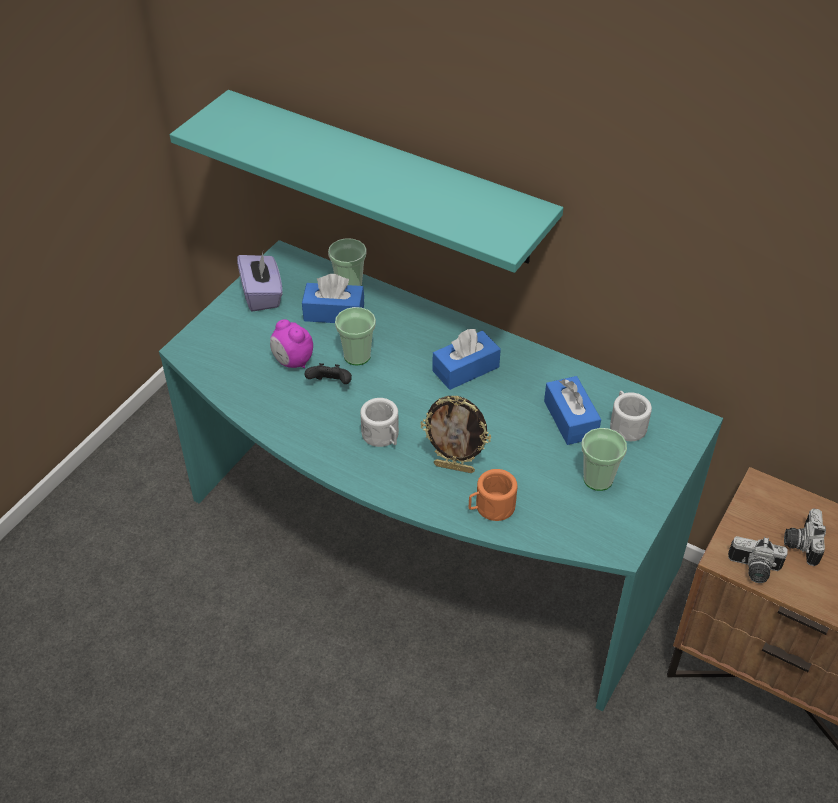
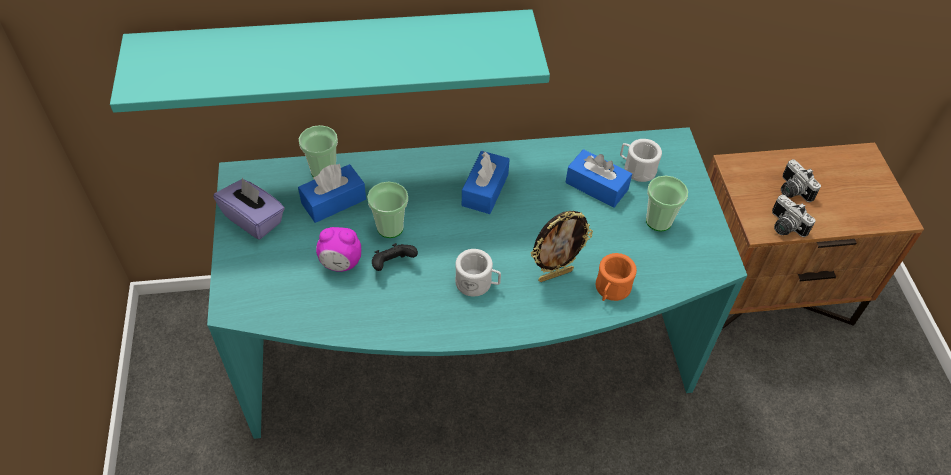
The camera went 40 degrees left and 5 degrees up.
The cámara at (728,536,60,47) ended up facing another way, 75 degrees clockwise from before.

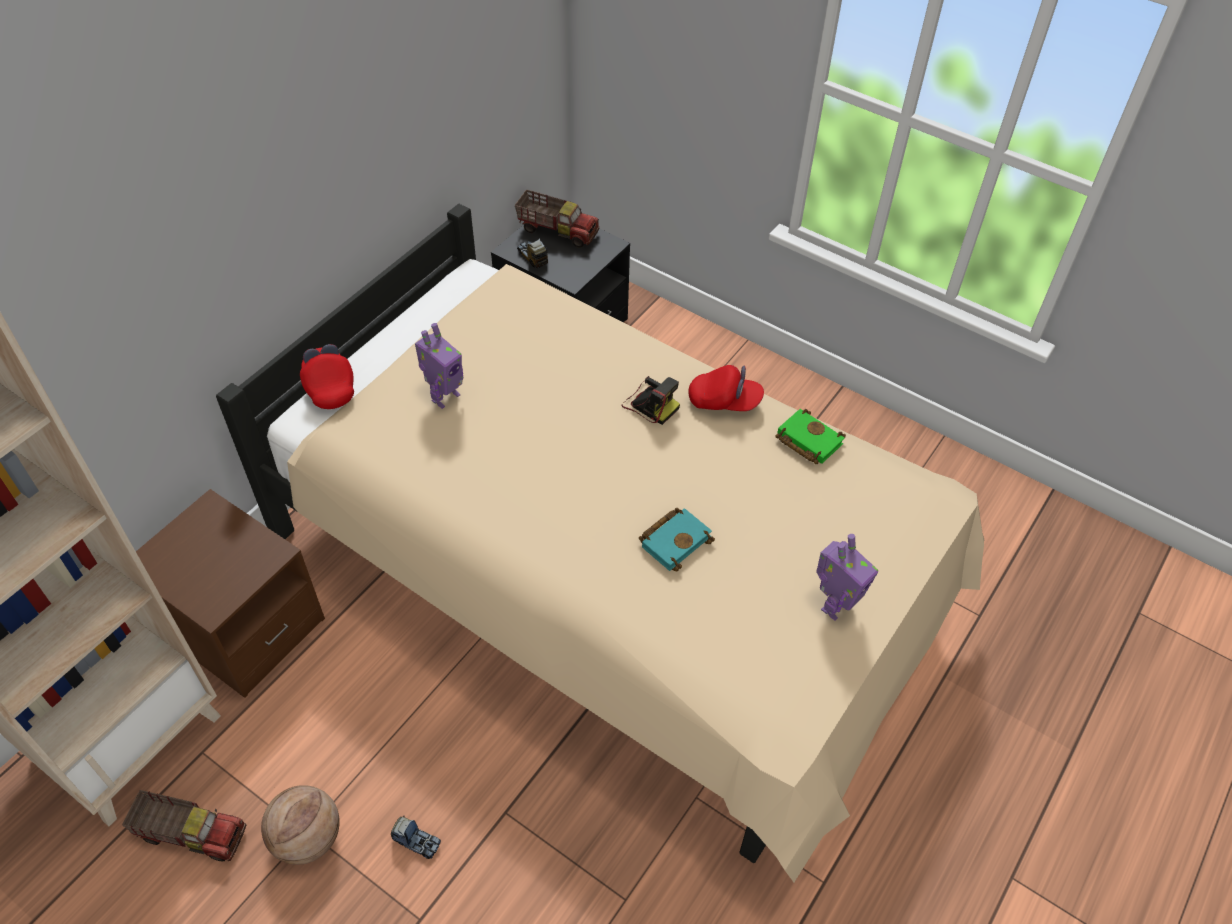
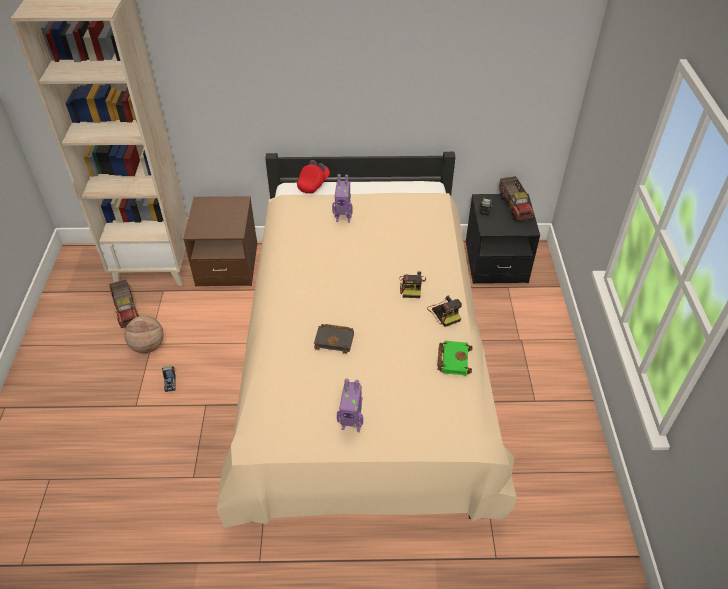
The camera went 55 degrees right and 5 degrees down.
Where the gorra/rojo stood at (689,365,75,46), the cámara came to stand at (427,295,35,32).
What was the libro/turquesa at (639,508,76,63) turned into the libro/negro at (314,324,40,30).

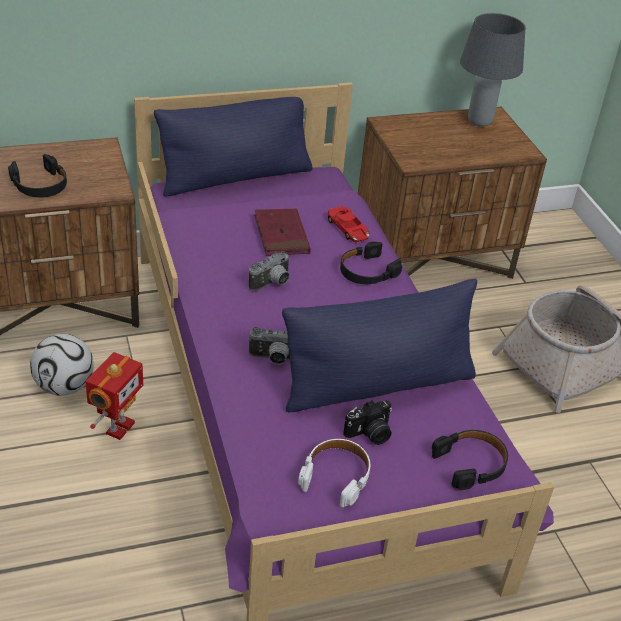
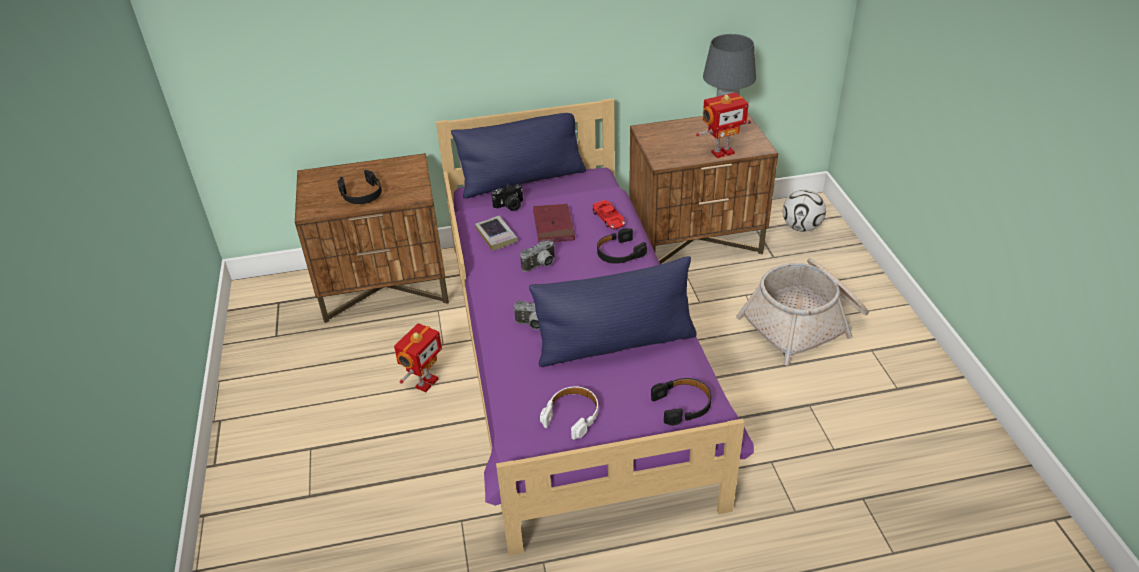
The camera went 10 degrees right and 0 degrees up.
The second view gained the libro at (475,216,43,35).
The second view gained the robot de juguete at (696,92,55,66).
The balón de fútbol ended up elsewhere, having gone from (30,334,64,62) to (783,190,43,42).
The cámara ended up elsewhere, having gone from (343,400,49,45) to (492,184,31,27).

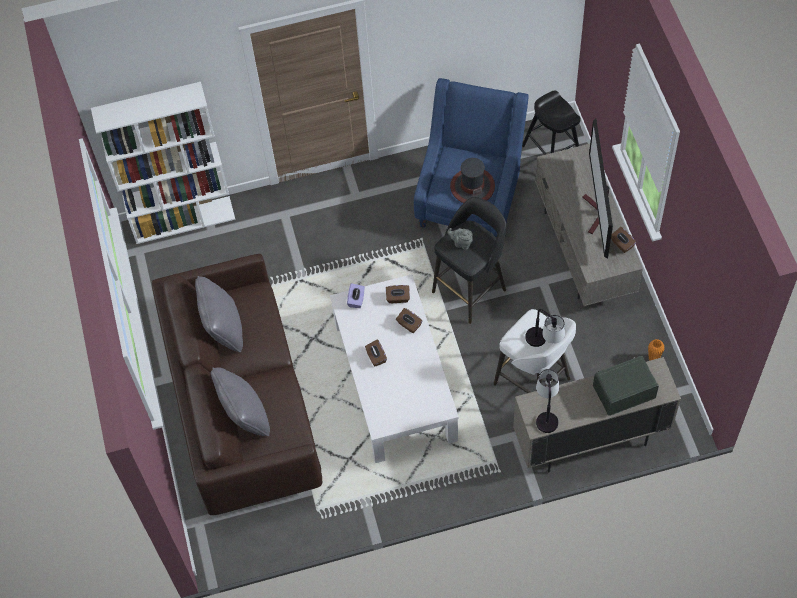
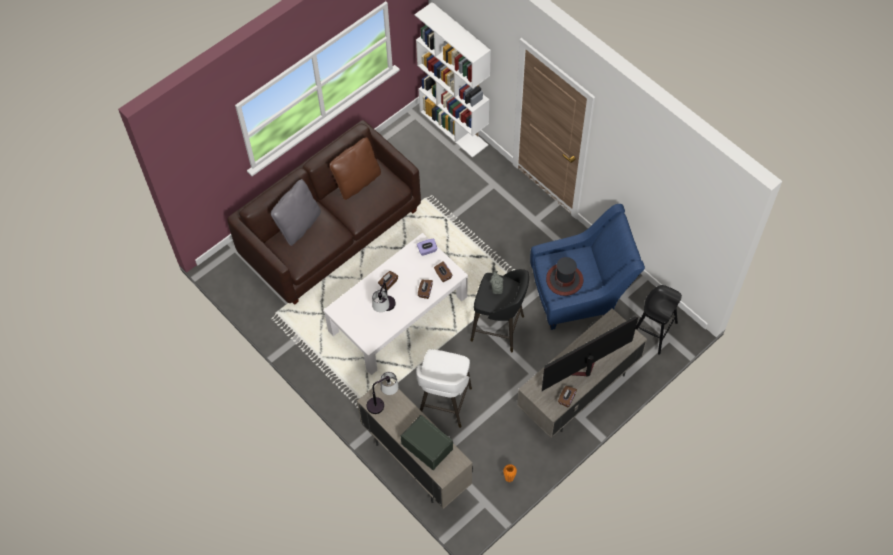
The camera went 60 degrees right and 0 degrees up.
The lámpara de mesa ended up elsewhere, having gone from (525,309,40,38) to (372,282,24,30).
What was the cojín/gris at (195,276,48,76) turned into the cojín/marrón at (329,137,52,63).

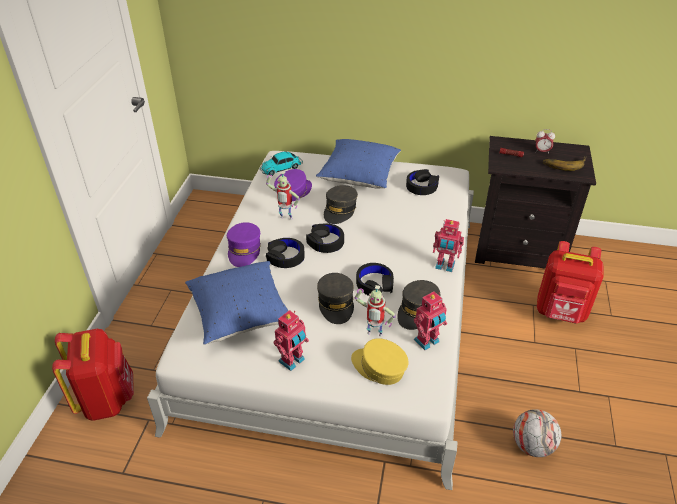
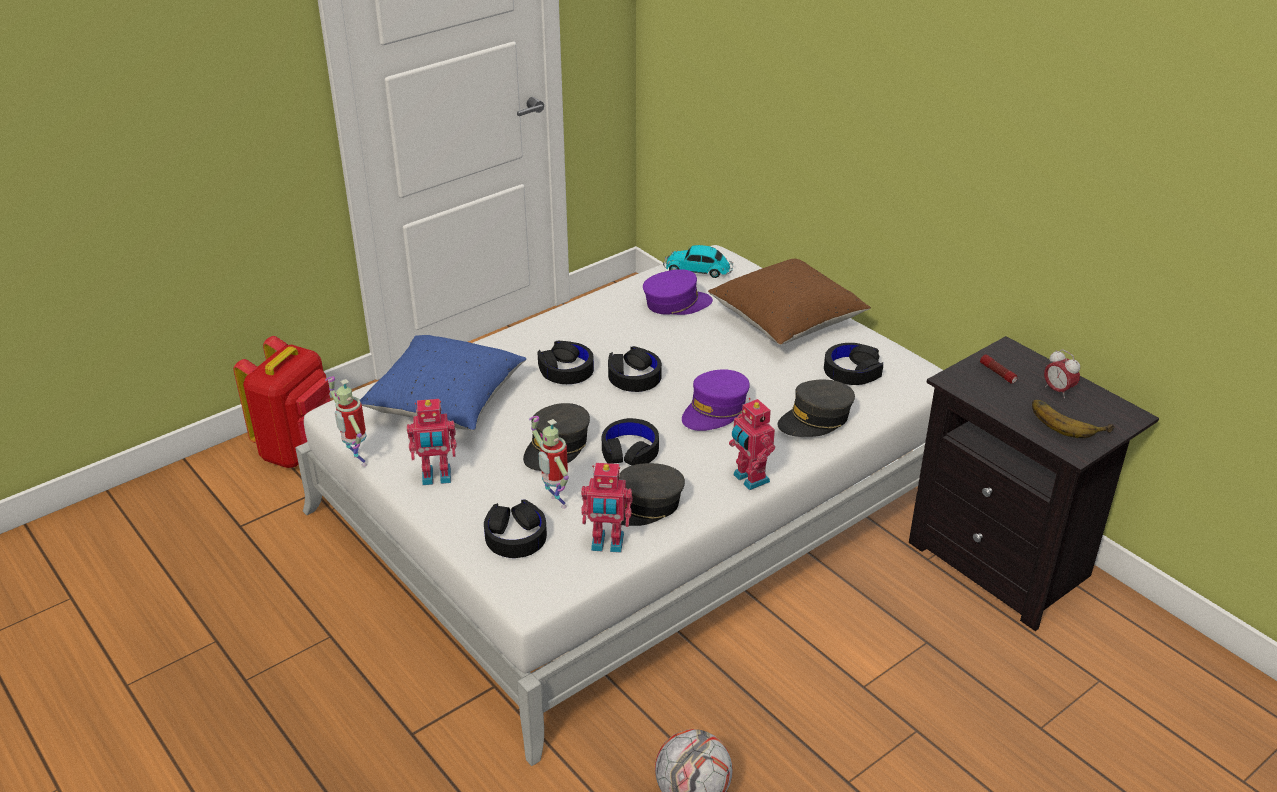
The camera went 40 degrees right and 5 degrees down.
The second view lost the mochila/rojo at (537,241,66,83).
The gorra/morado ended up elsewhere, having gone from (227,222,34,45) to (682,369,68,62).
The robot de juguete ended up elsewhere, having gone from (266,171,34,49) to (325,377,42,90).
The gorra/gris ended up elsewhere, having gone from (324,185,34,39) to (778,380,77,57).
Where the gorra/amarillo stood at (351,338,58,47), the auriculares/negro came to stand at (484,500,63,58).
What was the cojín/azul at (316,139,85,49) turned into the cojín/marrón at (708,259,163,86).

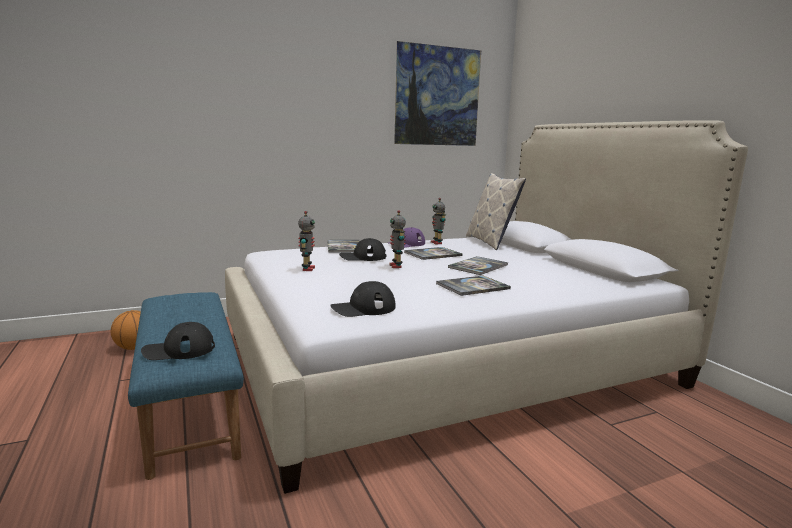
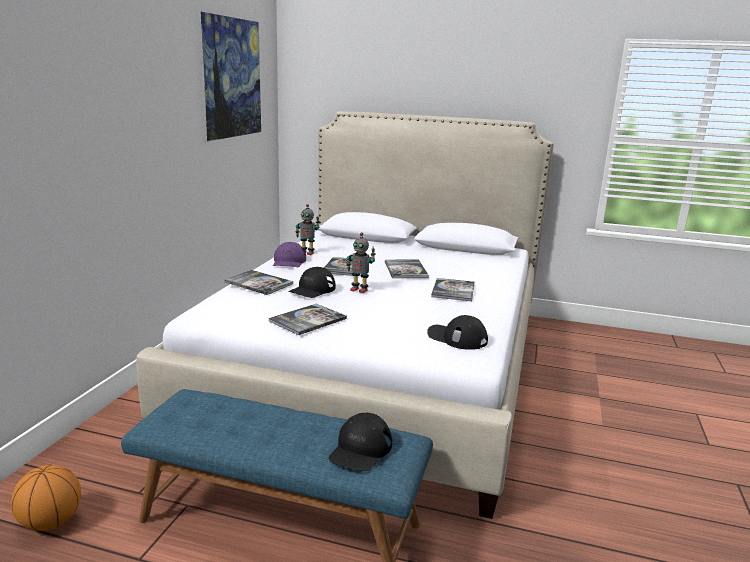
The camera went 50 degrees left and 5 degrees up.
The second view lost the cojín at (466,173,60,77).
Where the robot de juguete stood at (298,211,17,60), the libro came to stand at (268,304,79,31).
The gorra/negro at (330,281,66,36) ended up facing another way, 105 degrees clockwise from before.

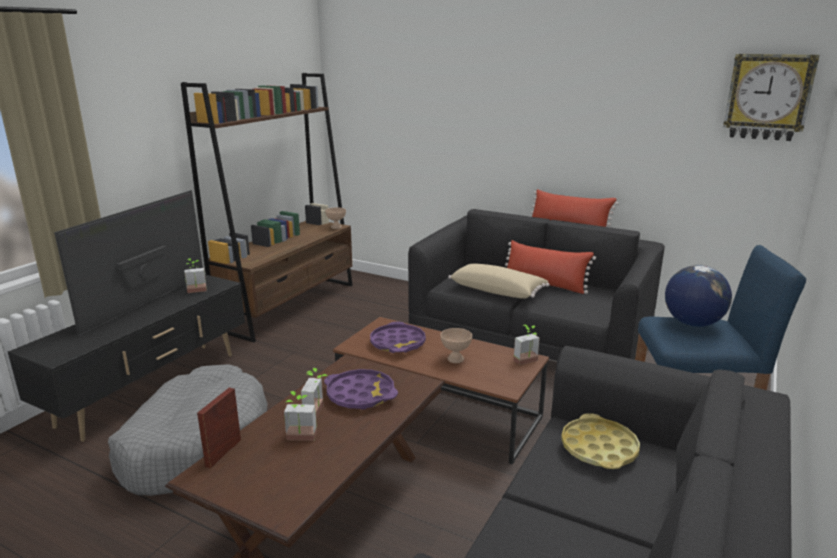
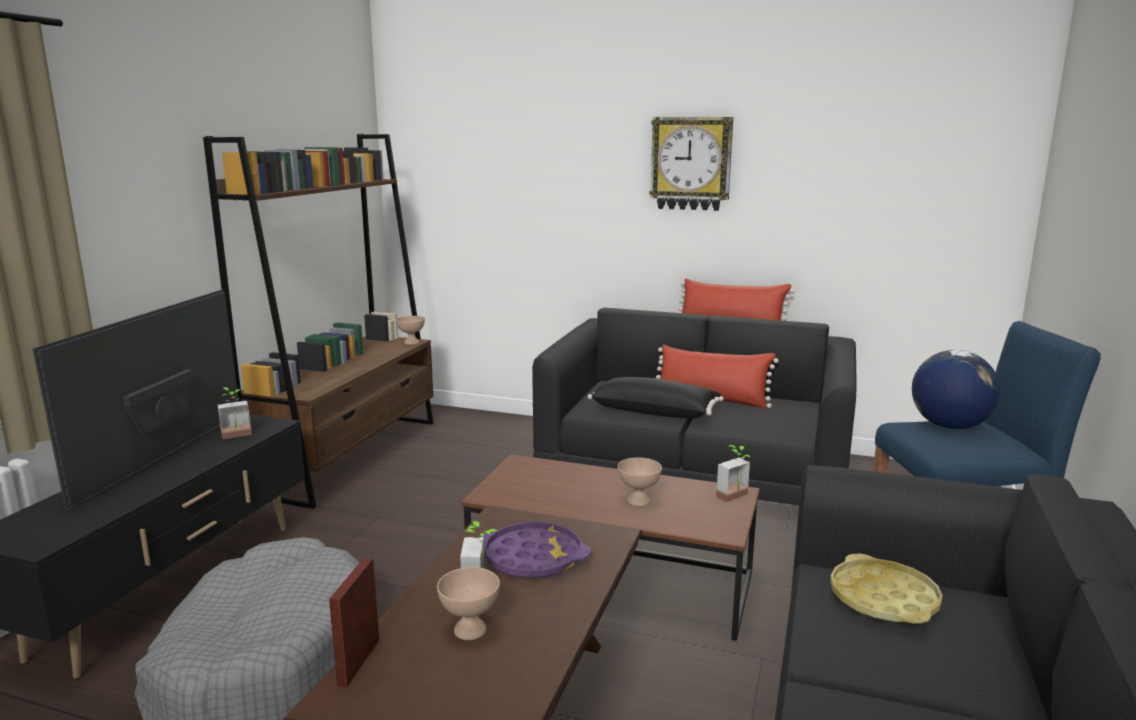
The camera went 10 degrees left and 5 degrees down.
The second view lost the bandeja/morado at (370,322,56,31).
The reloj de pared ended up elsewhere, having gone from (723,54,96,87) to (649,117,84,94).
Where the planta en maceta stood at (284,391,33,50), the cuenco/beis came to stand at (437,567,63,73).
What was the cojín/beis at (448,263,102,36) turned into the cojín/negro at (588,377,136,41).

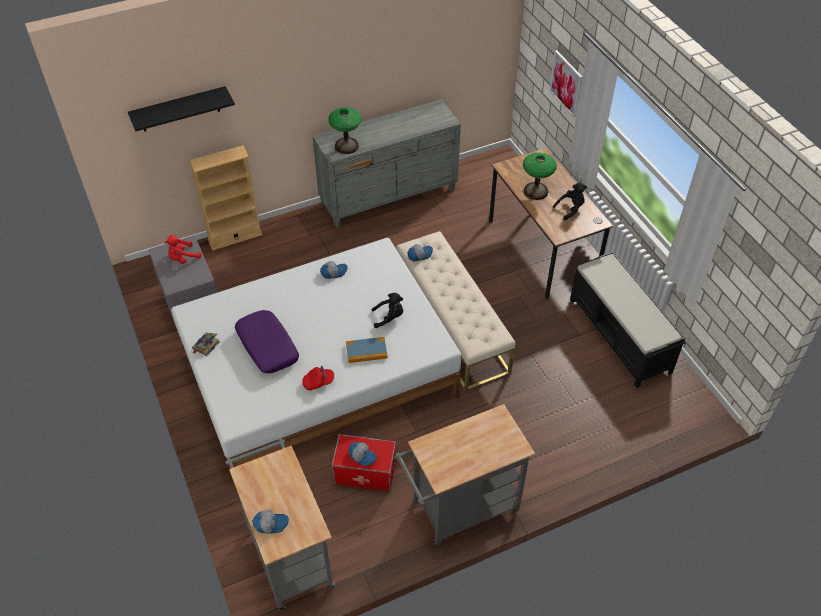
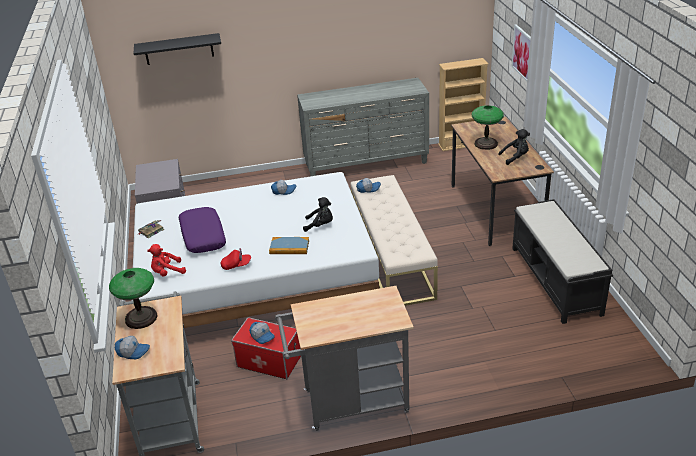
The camera went 15 degrees right and 15 degrees down.
The peluche/rojo ended up elsewhere, having gone from (165,235,37,29) to (147,244,39,33).
The estantería/beis ended up elsewhere, having gone from (189,145,73,105) to (438,58,51,93).
The lámpara de mesa ended up elsewhere, having gone from (328,107,34,47) to (109,268,48,61).

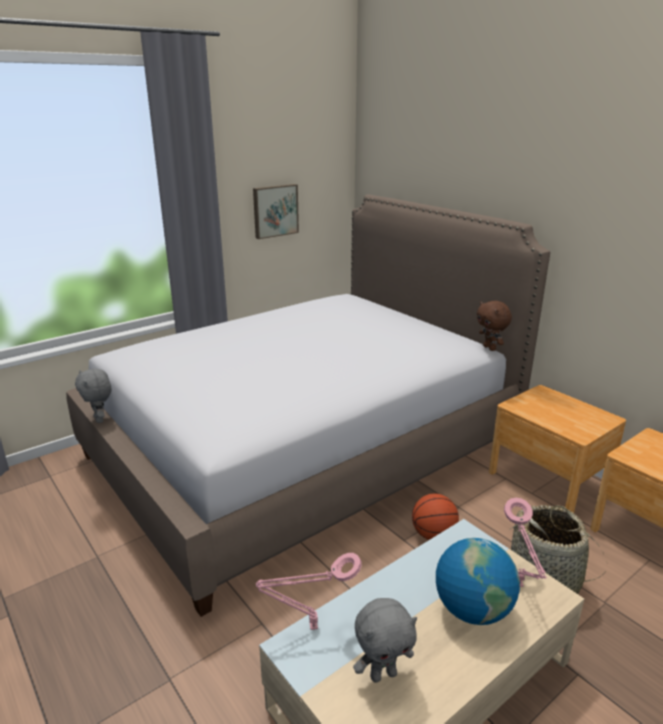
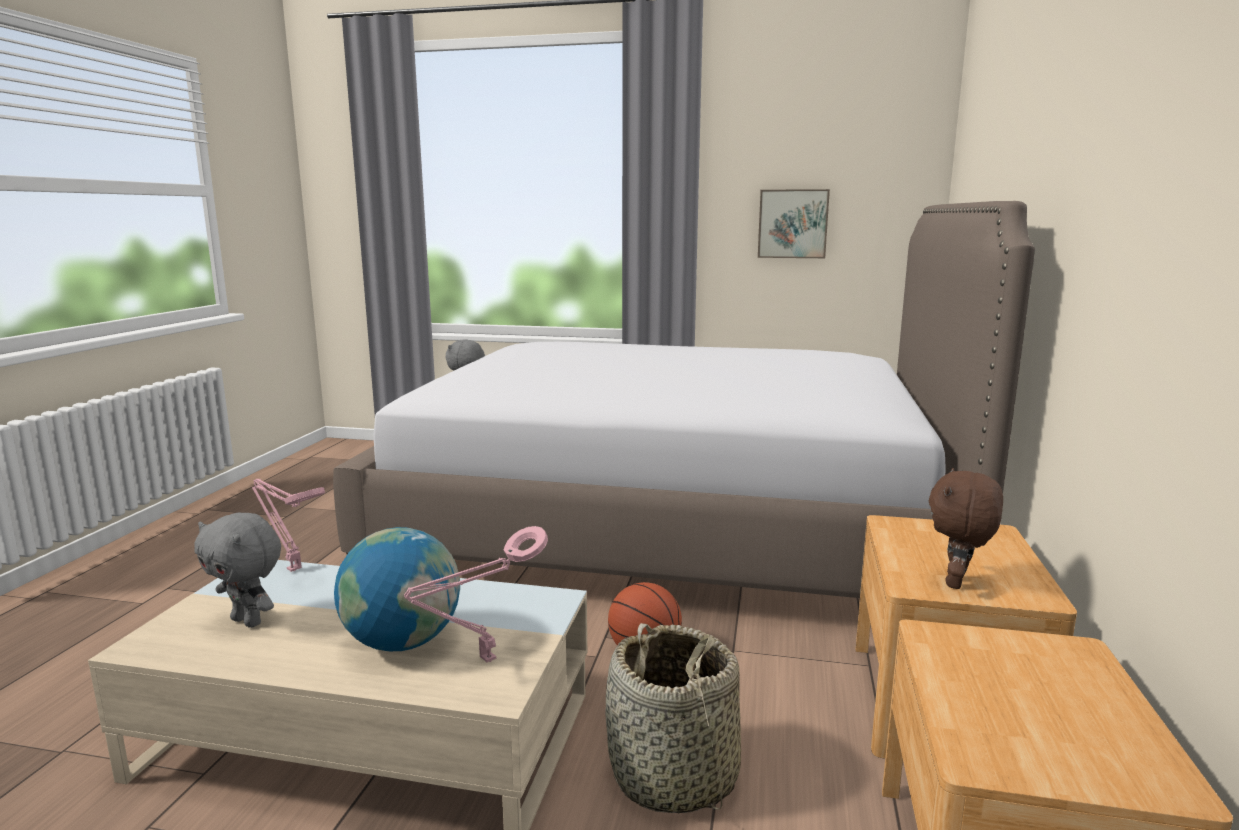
The camera went 50 degrees right and 10 degrees down.
The peluche/marrón ended up elsewhere, having gone from (477,301,35,50) to (929,468,74,121).

